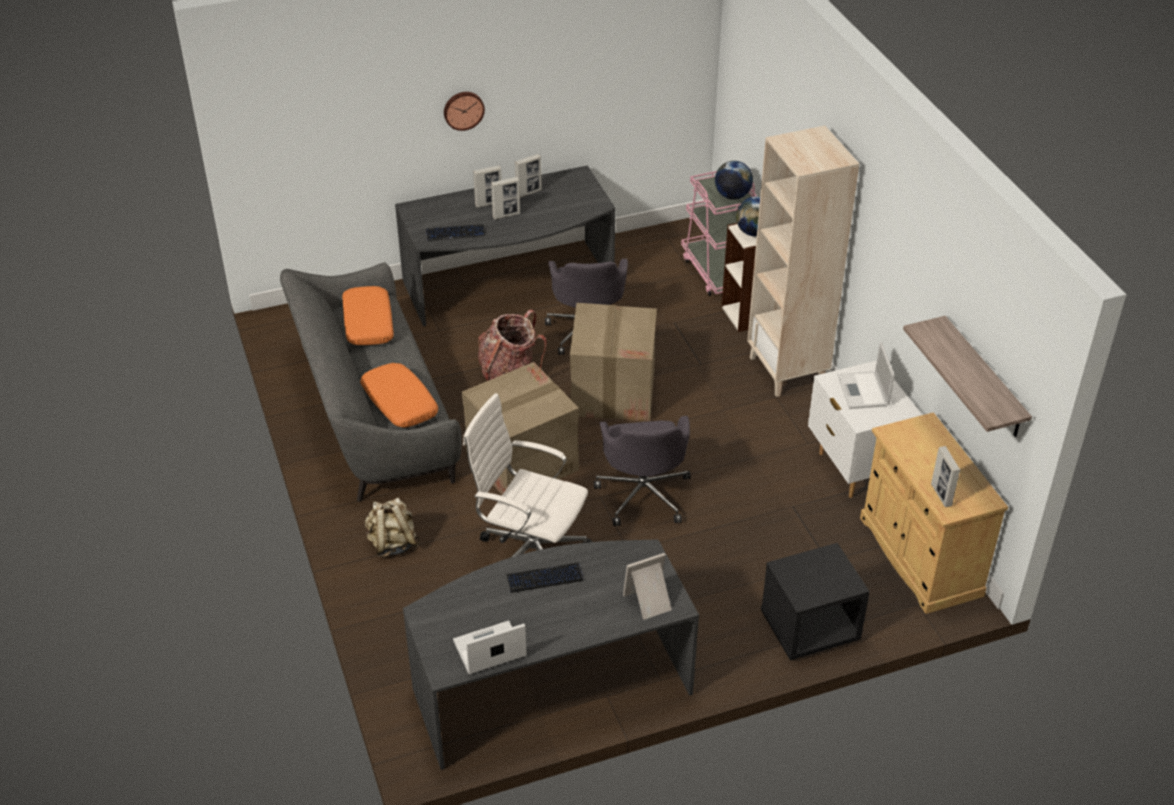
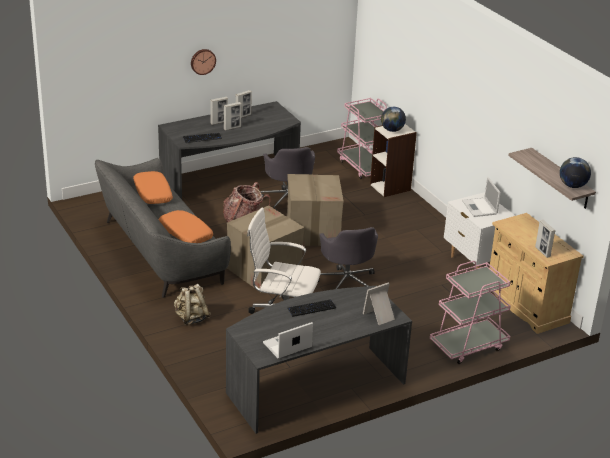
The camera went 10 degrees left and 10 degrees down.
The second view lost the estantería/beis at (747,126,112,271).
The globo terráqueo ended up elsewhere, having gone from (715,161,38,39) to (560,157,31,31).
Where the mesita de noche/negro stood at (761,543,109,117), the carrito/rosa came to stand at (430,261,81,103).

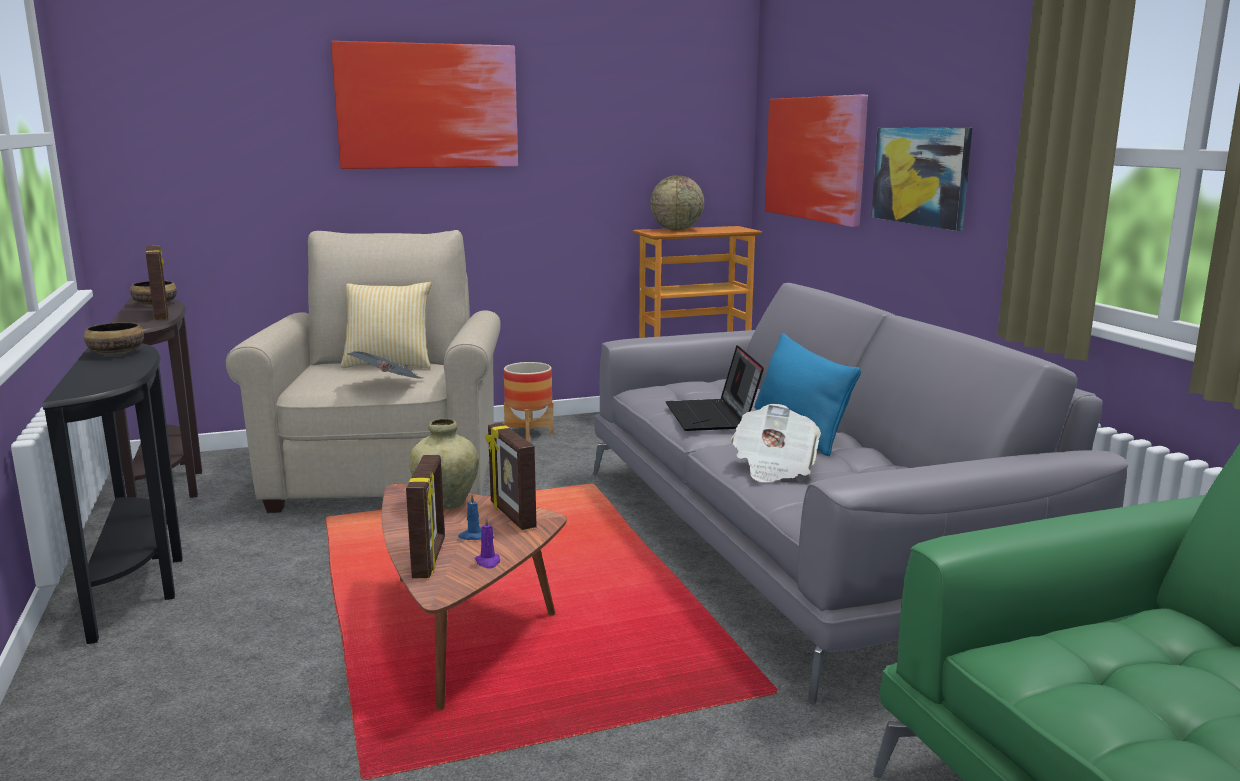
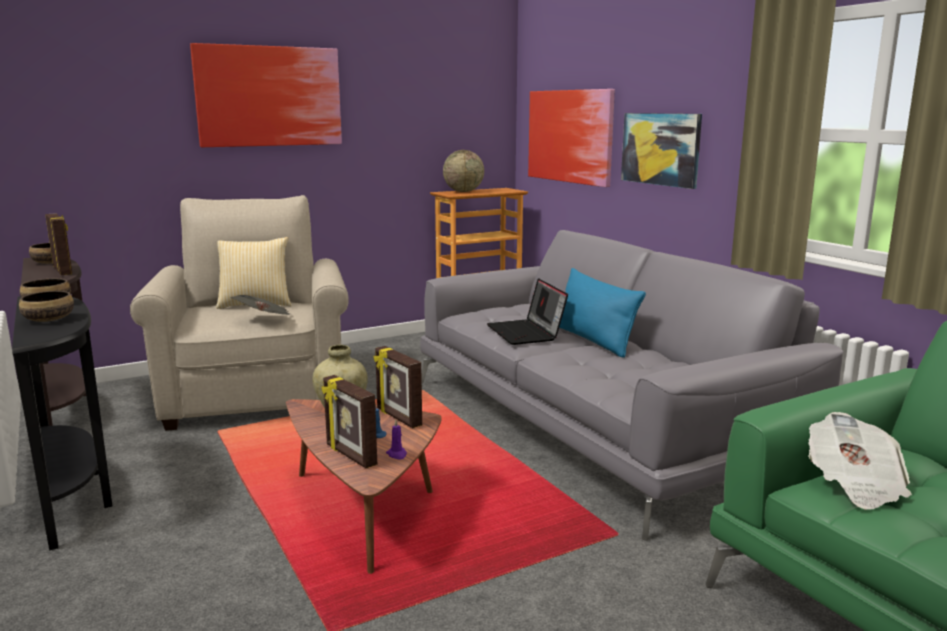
The camera went 10 degrees left and 0 degrees up.
The second view lost the maceta at (504,362,50,80).
The second view gained the cuenco at (19,291,55,31).
The periódico ended up elsewhere, having gone from (731,404,90,78) to (809,412,103,98).
The portarretratos at (406,455,39,123) ended up facing another way, 150 degrees clockwise from before.

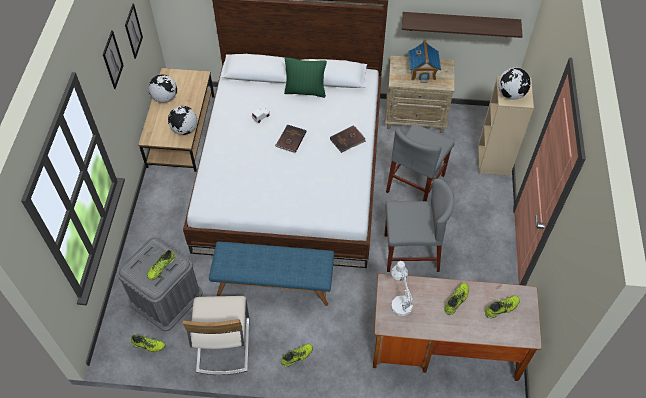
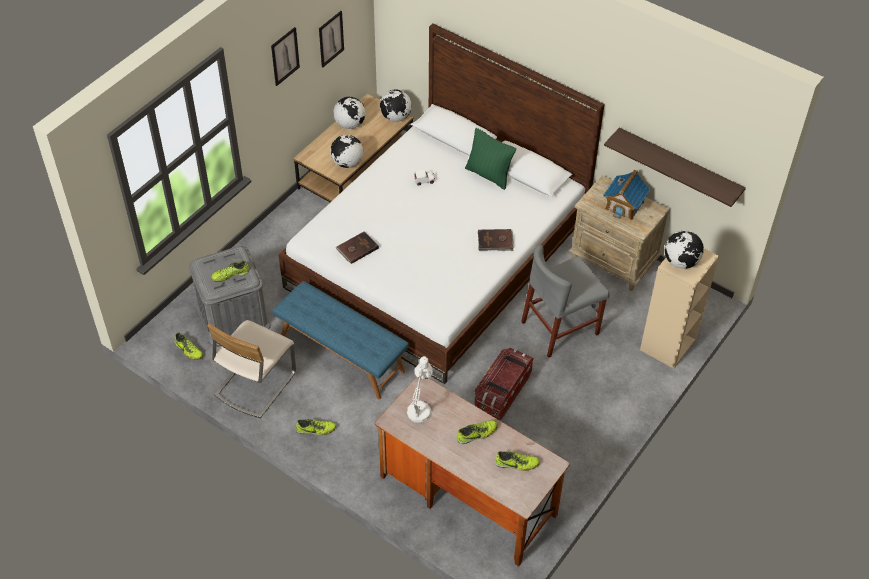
The camera went 30 degrees right and 5 degrees down.
The second view gained the globo terráqueo at (380,89,32,33).
The libro/marrón ended up elsewhere, having gone from (275,124,31,29) to (335,232,44,32).
Where the silla/gris stood at (385,178,69,94), the caja de almacenaje came to stand at (475,348,58,72).

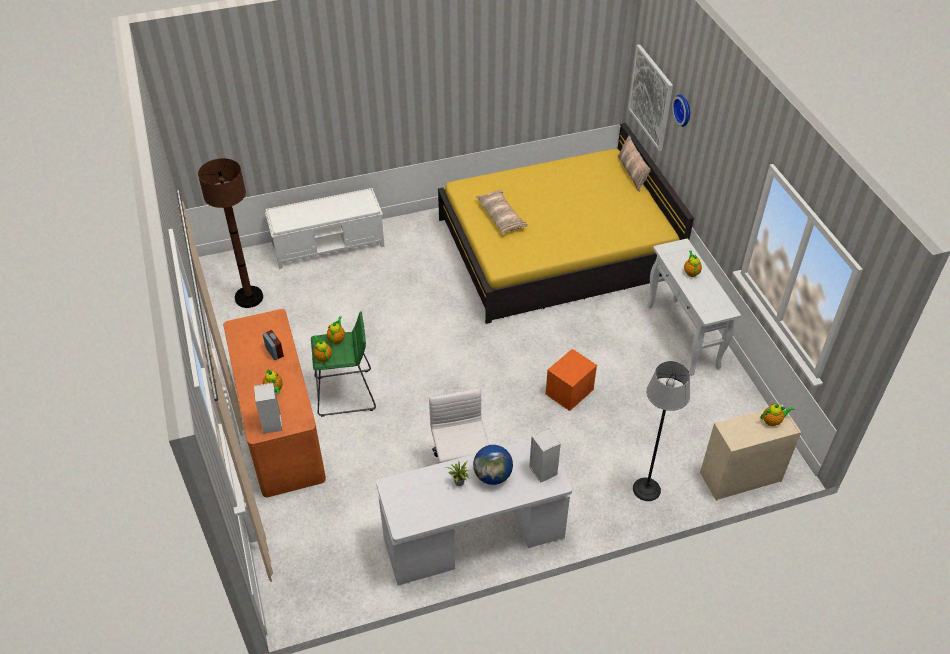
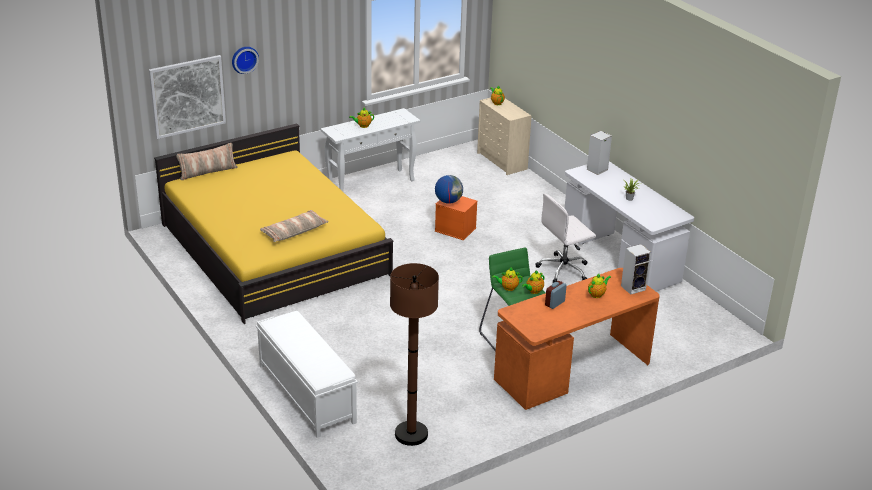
The camera went 105 degrees left and 15 degrees down.
The second view lost the lámpara de pie at (633,361,57,140).
The globo terráqueo ended up elsewhere, having gone from (473,445,40,40) to (435,175,28,29).

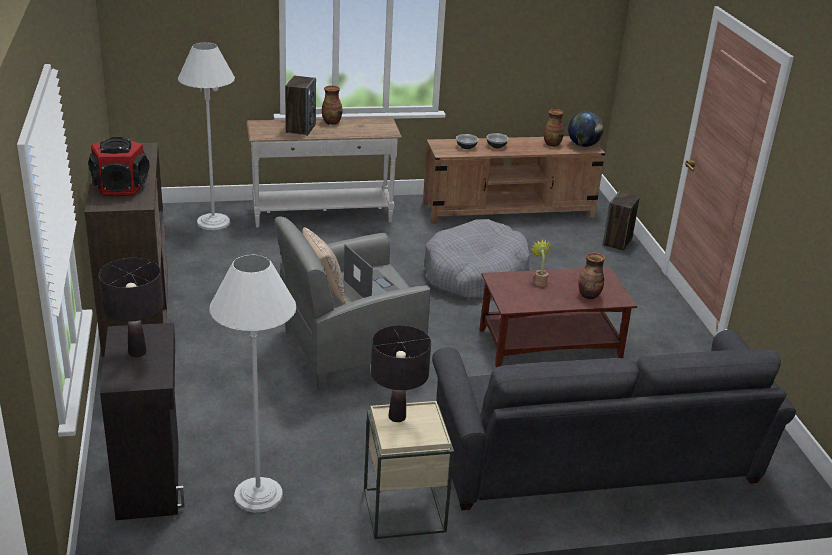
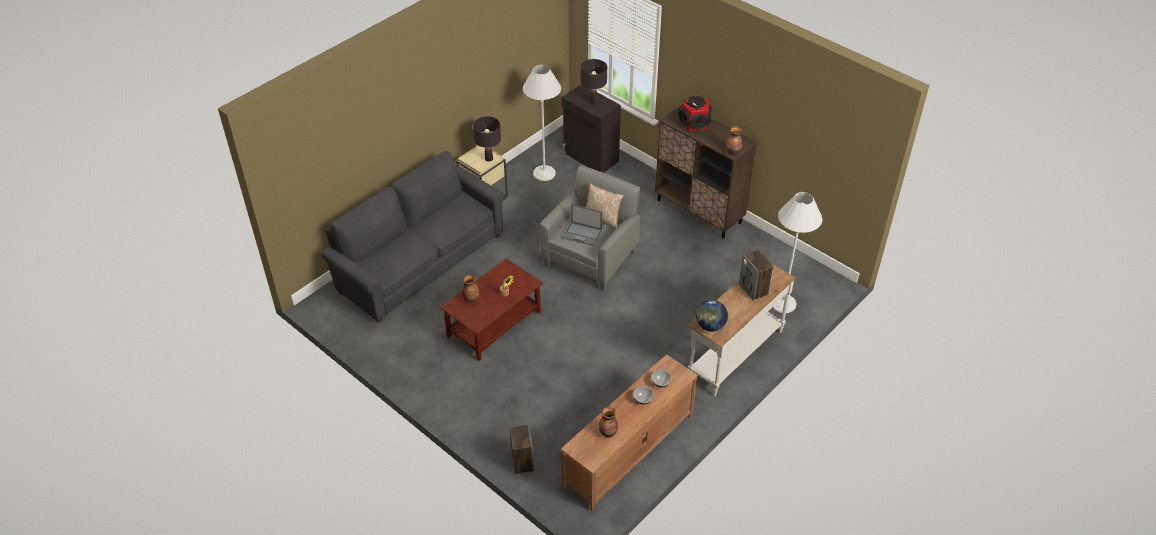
The camera went 145 degrees right and 15 degrees up.
The second view lost the cama para perro/gris at (425,219,105,80).
The florero ended up elsewhere, having gone from (322,85,21,40) to (726,126,16,29).
The globo terráqueo ended up elsewhere, having gone from (568,111,36,36) to (696,300,32,32).

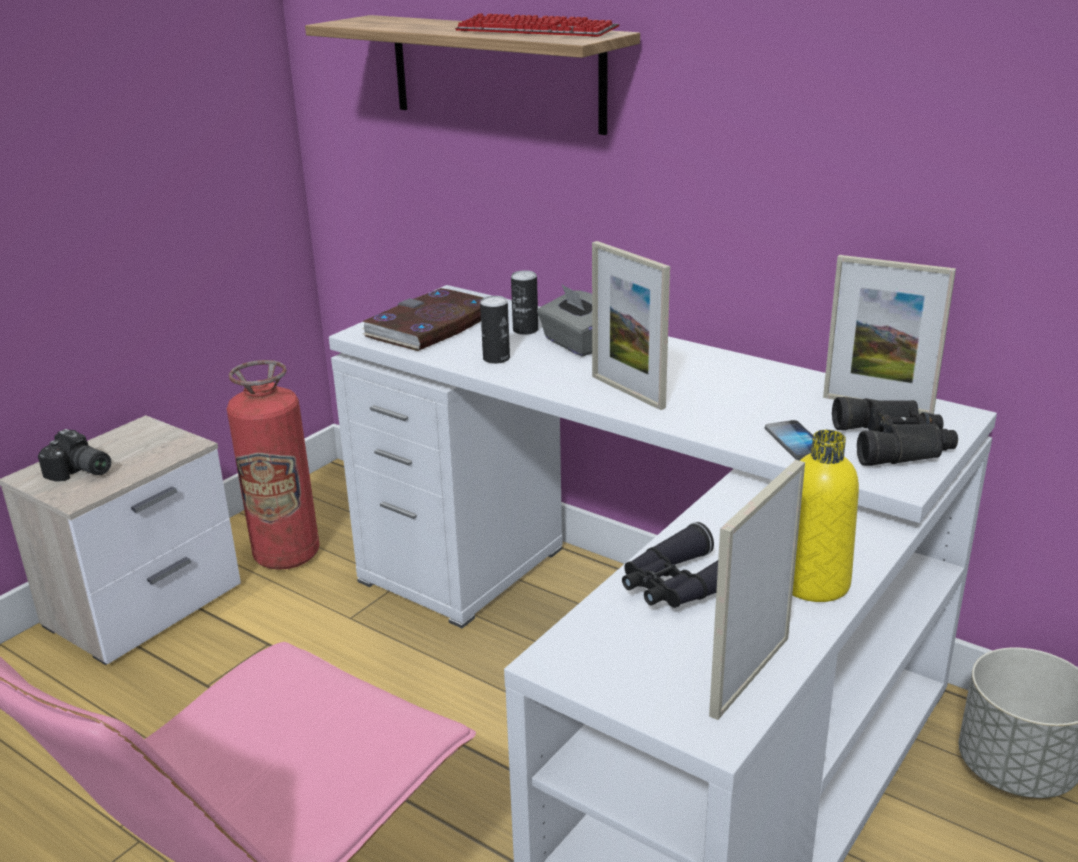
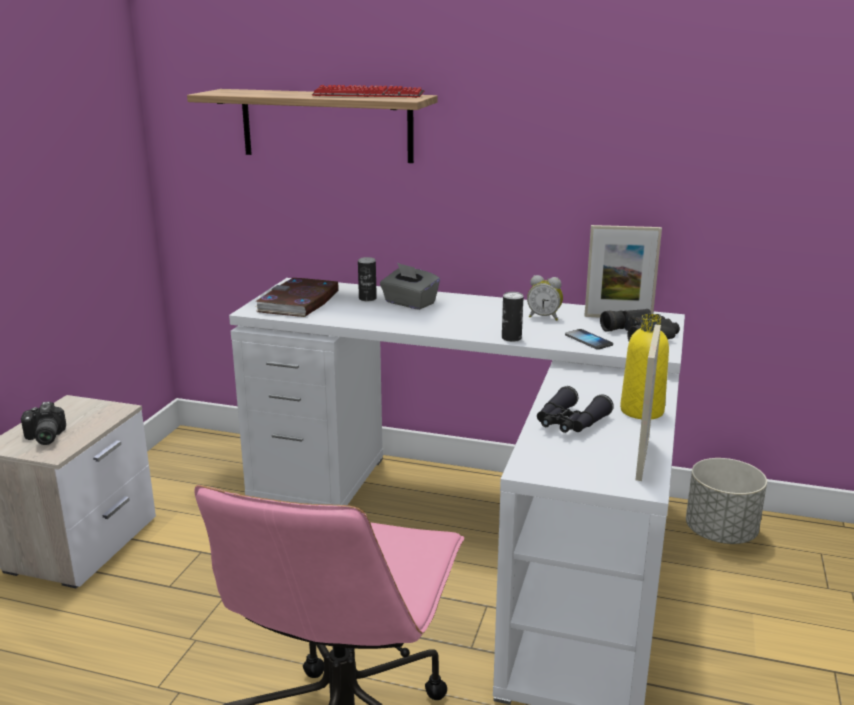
The camera went 20 degrees left and 5 degrees down.
The second view lost the extintor at (227,360,92,210).
The second view lost the portarretratos at (592,241,78,169).
The second view gained the despertador at (527,275,36,46).
The lata ended up elsewhere, having gone from (480,296,30,68) to (502,292,22,50).
The cámara at (38,429,73,53) ended up facing another way, 60 degrees clockwise from before.

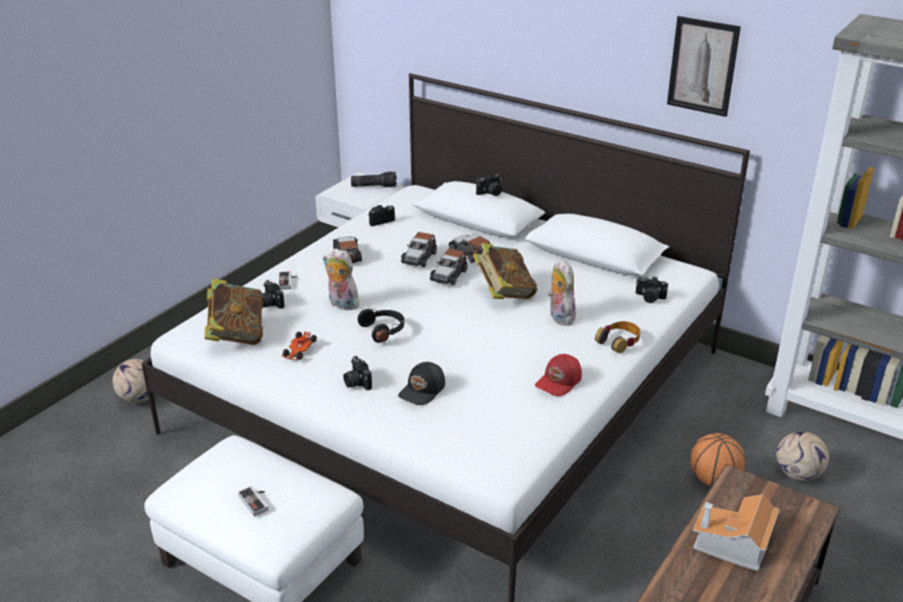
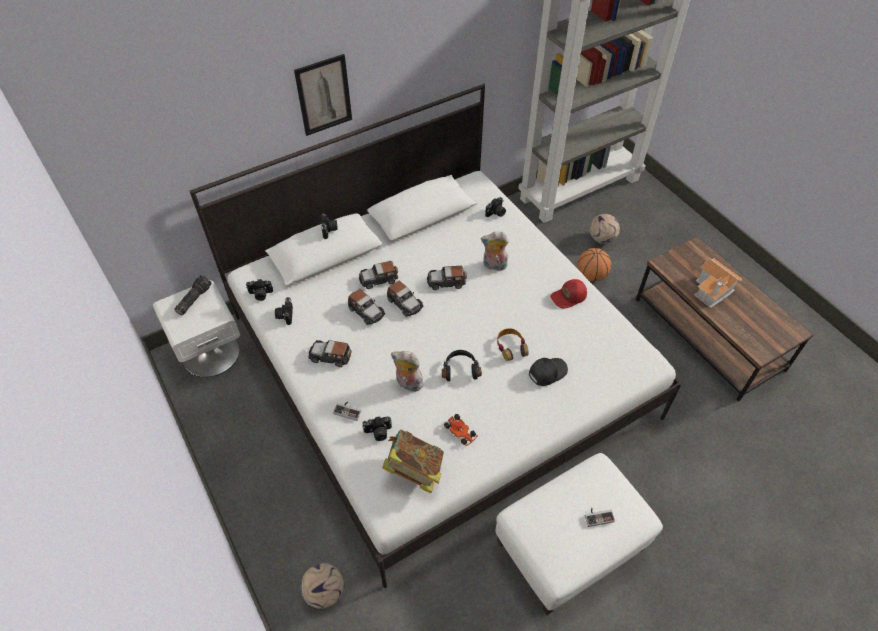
The camera went 65 degrees left and 20 degrees up.
The cámara ended up elsewhere, having gone from (343,356,29,34) to (246,279,27,22).
The auriculares ended up elsewhere, having gone from (595,321,45,32) to (497,328,32,33).
The cuadro ended up elsewhere, having gone from (667,16,74,101) to (294,54,58,82).
Where the libro stood at (473,243,64,56), the coche de juguete came to stand at (427,266,40,24).
The peluche at (323,248,38,62) ended up facing another way, 60 degrees clockwise from before.
The gorra/negro at (398,362,47,43) ended up facing another way, 90 degrees counterclockwise from before.
The gorra/rojo at (535,354,47,42) ended up facing another way, 90 degrees clockwise from before.

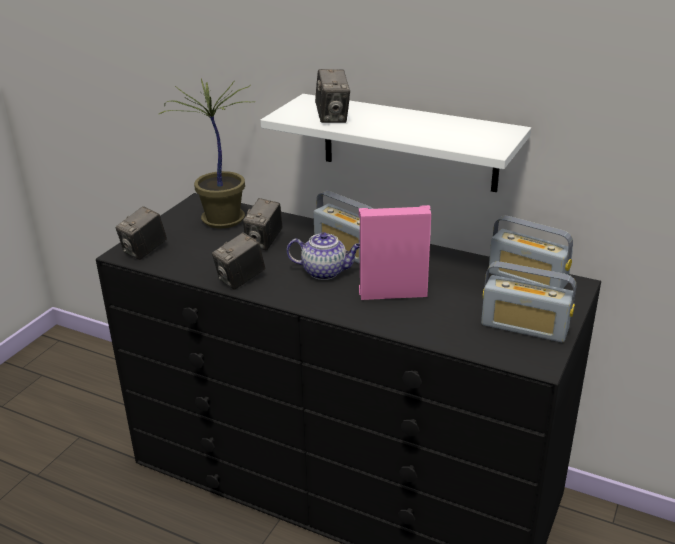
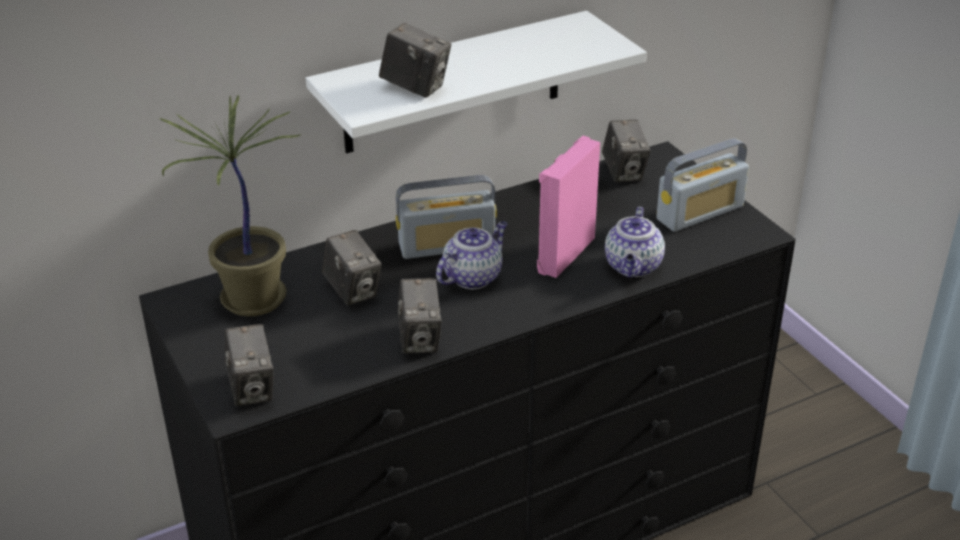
The camera went 55 degrees left and 5 degrees up.
The second view gained the tetera at (605,207,60,71).
Where the radio stood at (489,216,84,73), the cámara came to stand at (602,120,49,62).

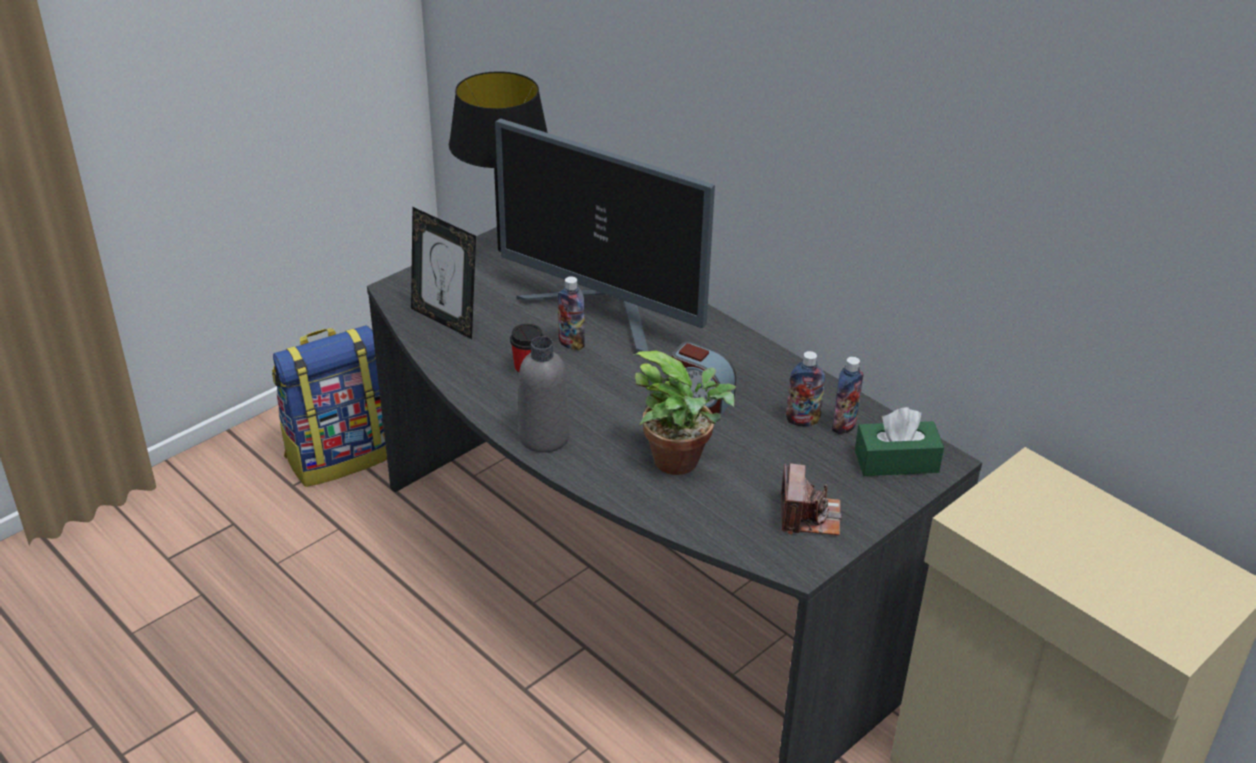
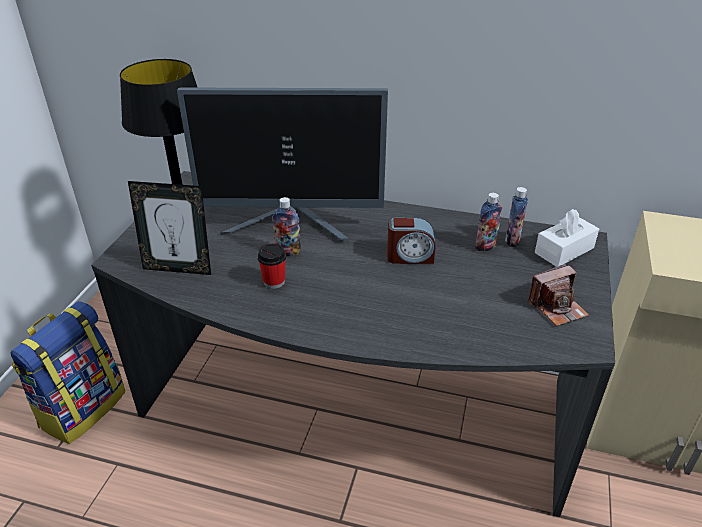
The camera went 30 degrees left and 0 degrees up.
The second view lost the botella/gris at (519,336,51,117).
The second view lost the planta en maceta at (632,351,104,124).
What was the caja de pañuelos/verde at (855,407,89,69) turned into the caja de pañuelos/blanco at (535,209,64,58).
The cámara at (781,463,61,72) ended up facing another way, 90 degrees clockwise from before.

